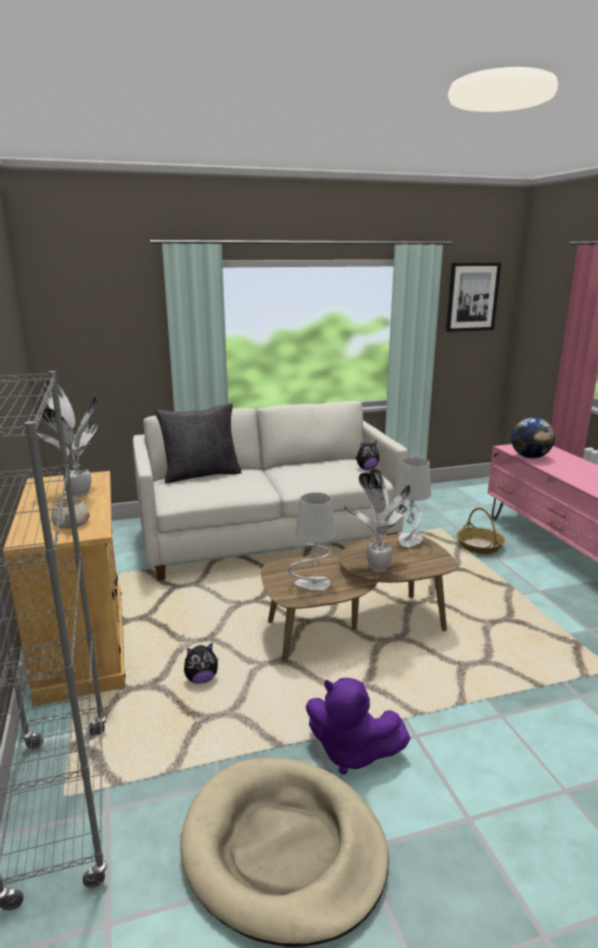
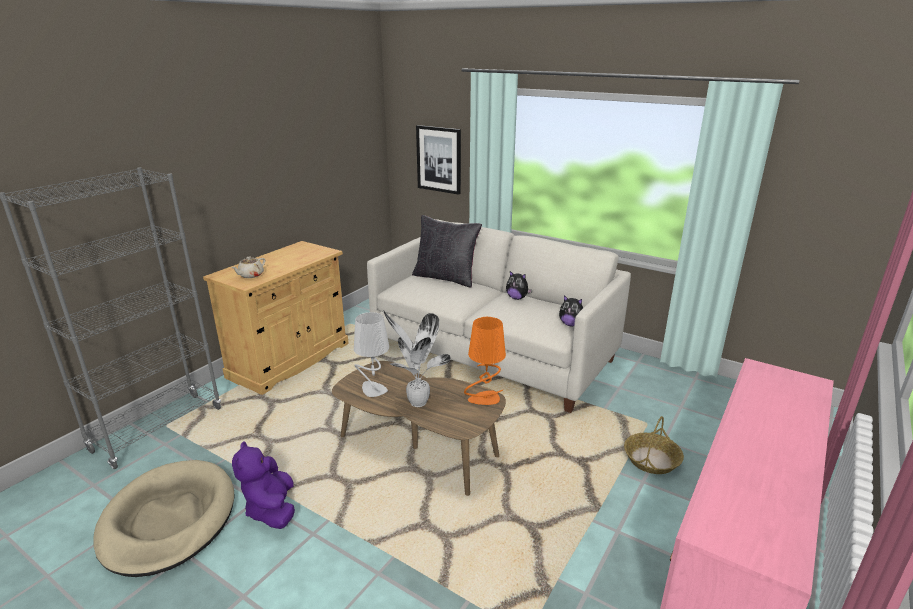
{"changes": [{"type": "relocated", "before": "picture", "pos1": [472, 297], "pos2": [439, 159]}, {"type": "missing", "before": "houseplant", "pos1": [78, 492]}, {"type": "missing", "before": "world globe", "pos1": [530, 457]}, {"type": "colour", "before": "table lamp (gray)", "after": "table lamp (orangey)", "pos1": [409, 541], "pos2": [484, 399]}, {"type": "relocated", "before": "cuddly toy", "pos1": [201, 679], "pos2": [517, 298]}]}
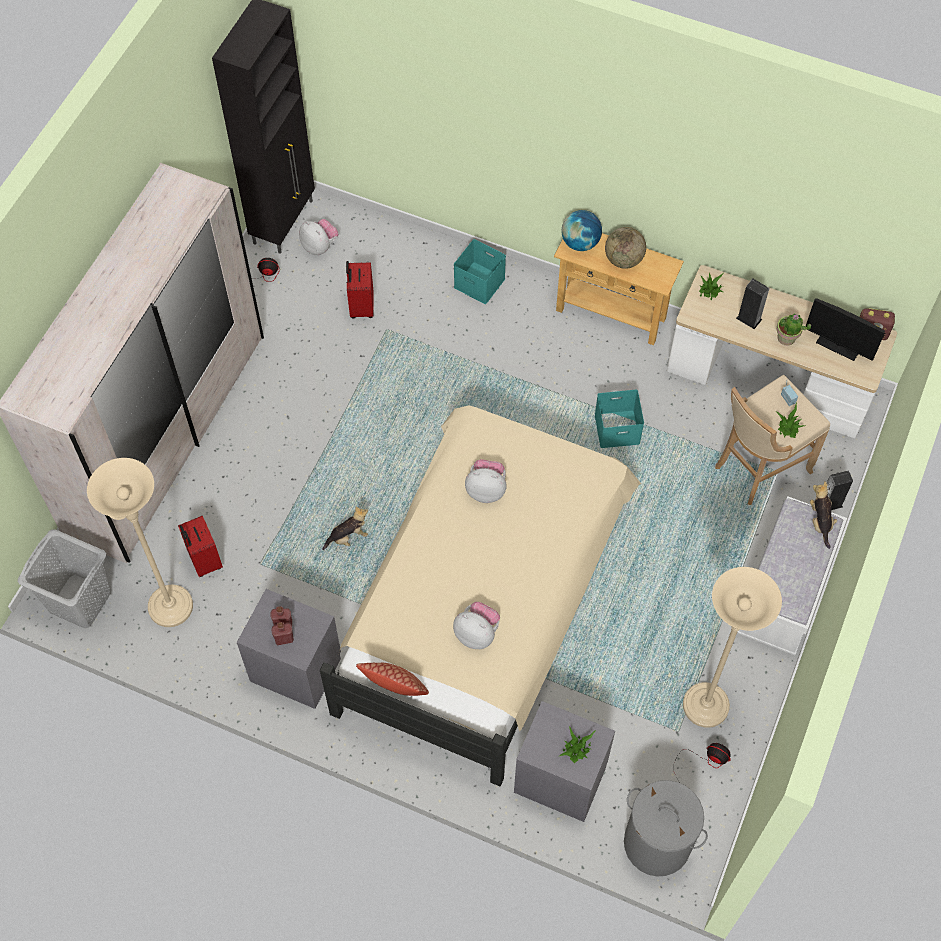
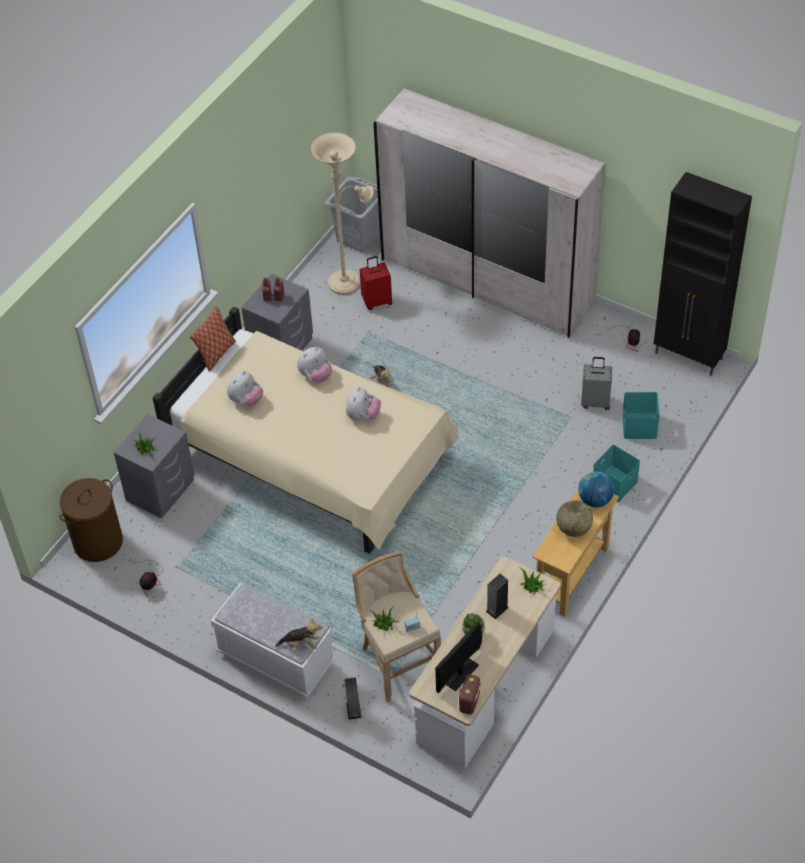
{"changes": [{"type": "relocated", "before": "cuddly toy", "pos1": [319, 246], "pos2": [315, 375]}, {"type": "colour", "before": "piece of luggage (reddish)", "after": "piece of luggage (gray)", "pos1": [361, 307], "pos2": [595, 402]}, {"type": "relocated", "before": "storage bin (turquoise-coloured)", "pos1": [618, 428], "pos2": [640, 426]}, {"type": "missing", "before": "floor lamp (sand-coloured)", "pos1": [705, 699]}, {"type": "colour", "before": "washing basket (gray)", "after": "washing basket (brownish)", "pos1": [656, 843], "pos2": [98, 542]}]}
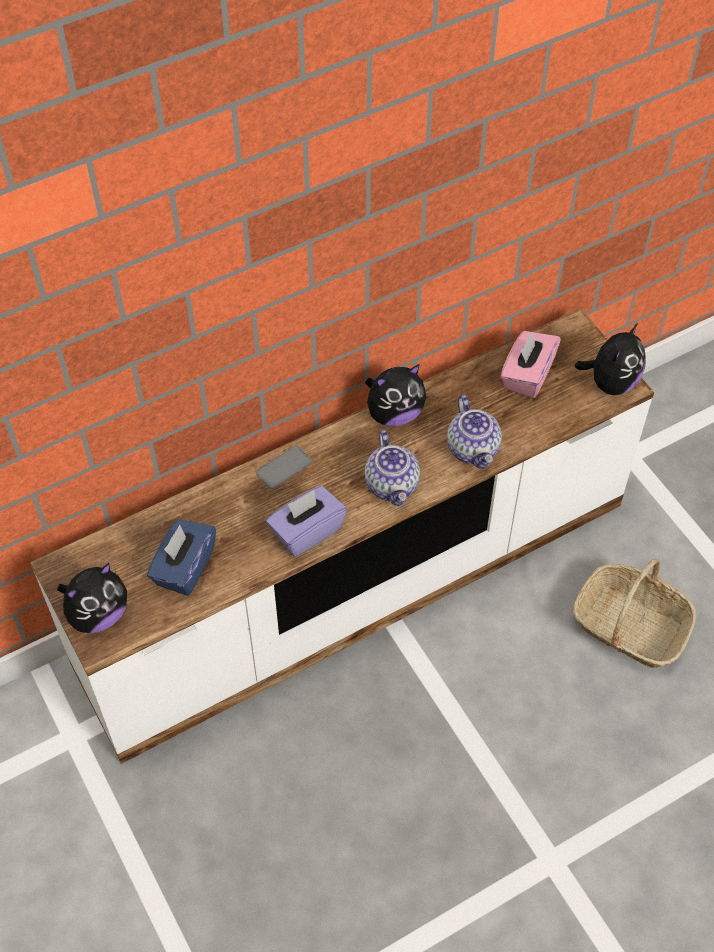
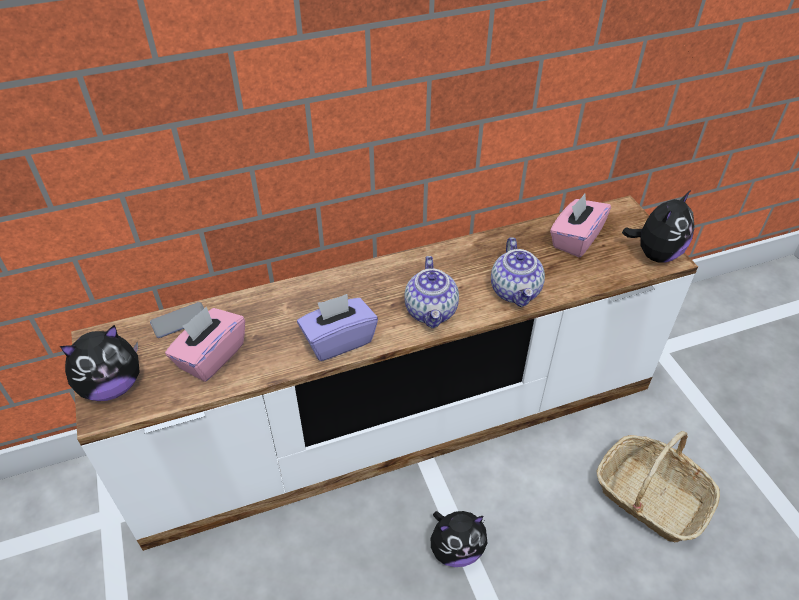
{"changes": [{"type": "relocated", "before": "cuddly toy", "pos1": [394, 414], "pos2": [456, 549]}, {"type": "relocated", "before": "handset", "pos1": [284, 468], "pos2": [180, 321]}, {"type": "colour", "before": "tissue box (blue)", "after": "tissue box (pink)", "pos1": [184, 568], "pos2": [211, 356]}]}
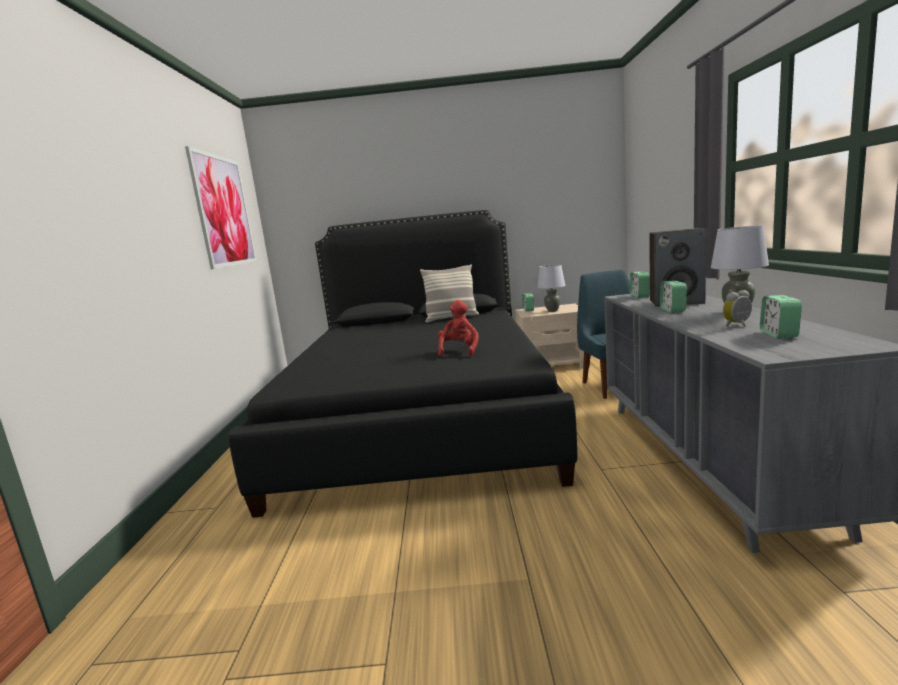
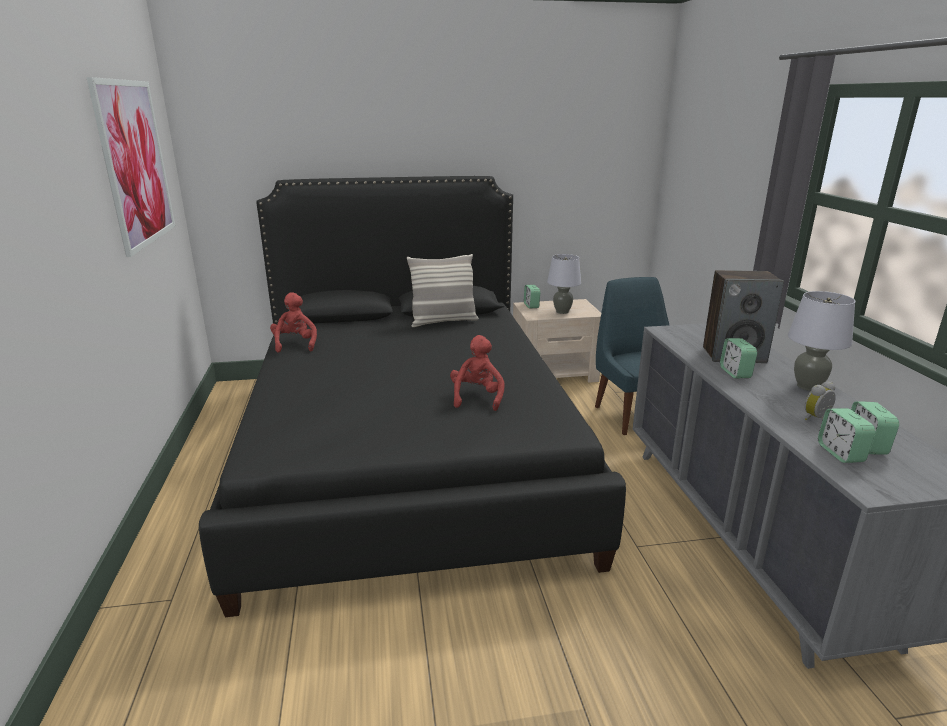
{"changes": [{"type": "relocated", "before": "bedside clock", "pos1": [640, 295], "pos2": [840, 453]}, {"type": "appeared", "after": "cuddly toy (reddish)", "pos2": [295, 344]}]}
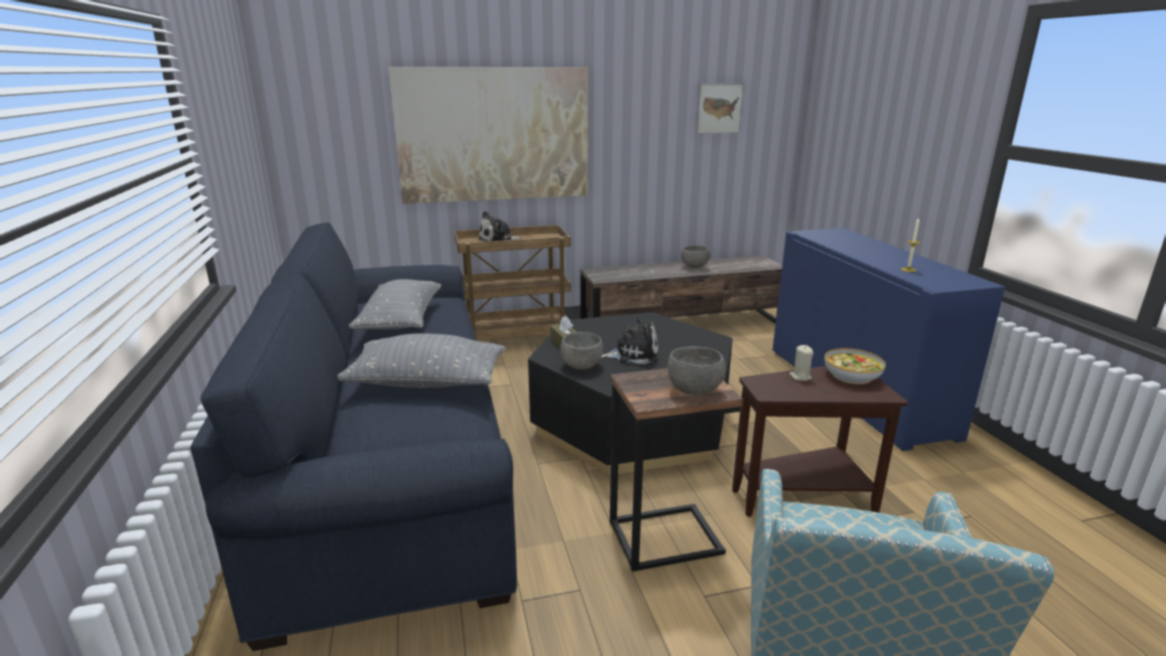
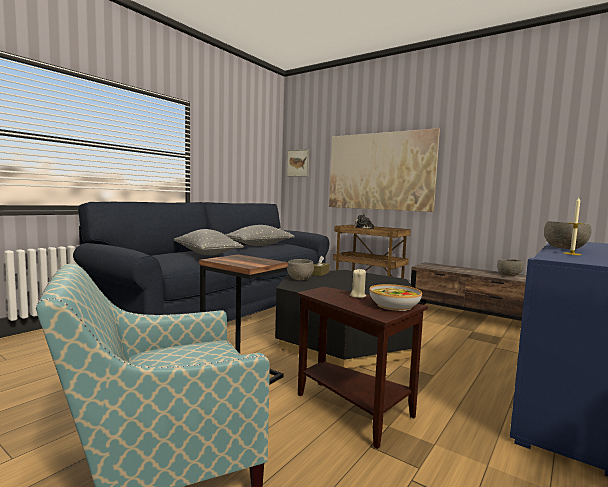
{"changes": [{"type": "relocated", "before": "picture", "pos1": [719, 108], "pos2": [298, 163]}, {"type": "missing", "before": "cuddly toy", "pos1": [633, 354]}, {"type": "relocated", "before": "deep dish (gray)", "pos1": [695, 390], "pos2": [565, 249]}]}
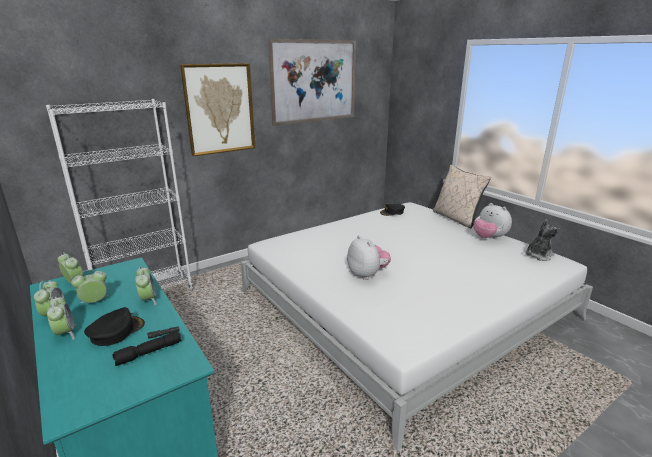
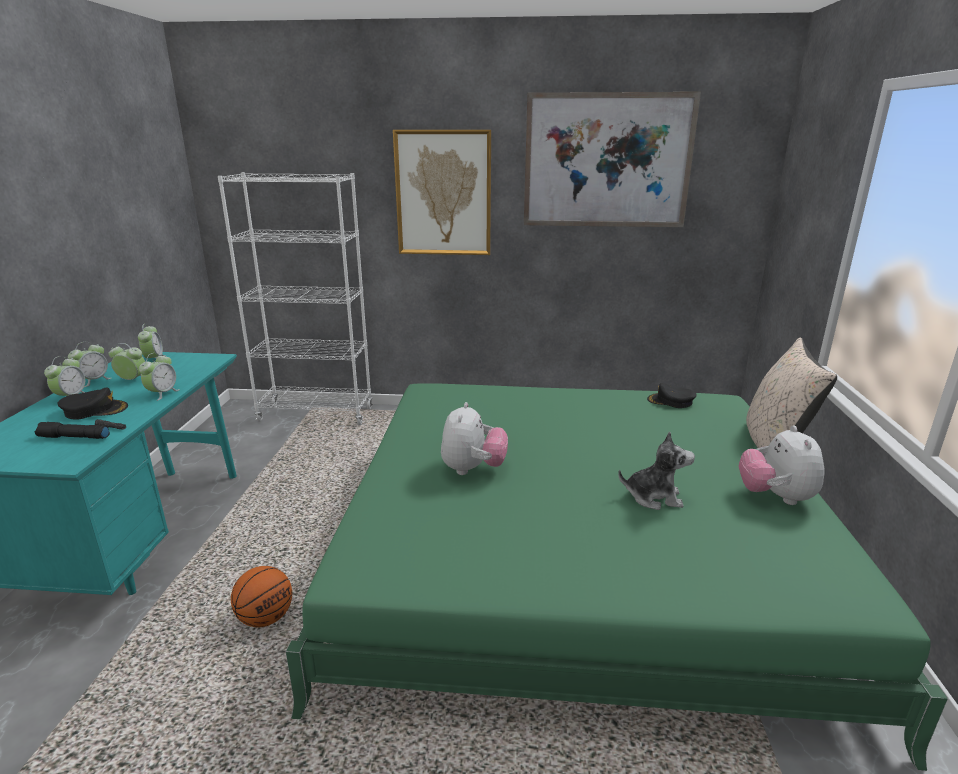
{"changes": [{"type": "colour", "before": "bedroom bed (whitish)", "after": "bedroom bed (greenish)", "pos1": [403, 304], "pos2": [576, 552]}, {"type": "relocated", "before": "cuddly toy", "pos1": [538, 255], "pos2": [654, 497]}, {"type": "appeared", "after": "basketball ball", "pos2": [265, 618]}]}
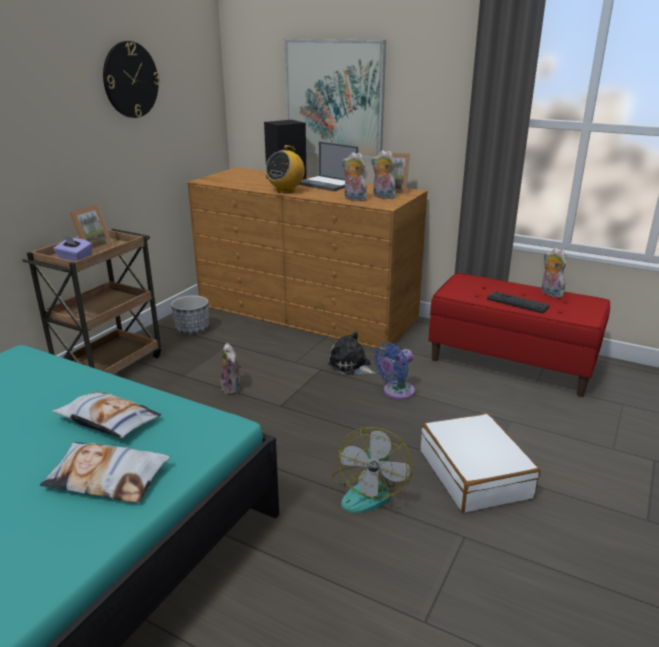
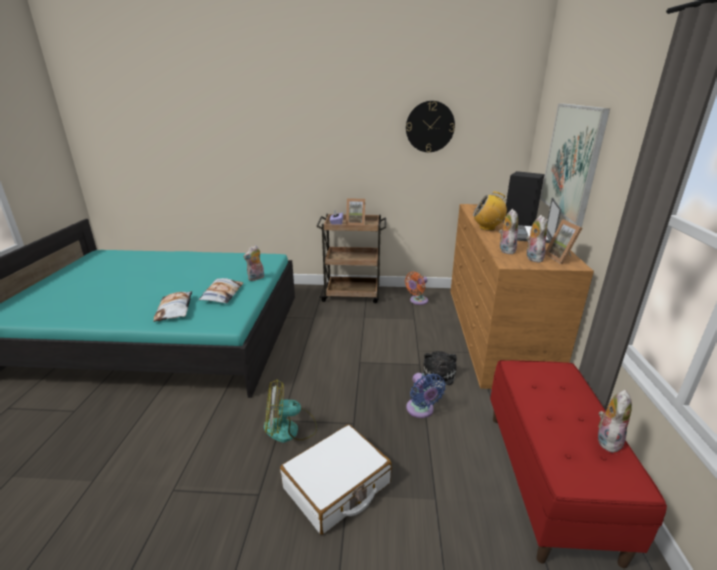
{"changes": [{"type": "missing", "before": "computer keyboard", "pos1": [517, 303]}, {"type": "exchanged", "before": "flower pot", "after": "electric fan (orangey)", "pos1": [192, 330], "pos2": [417, 301]}, {"type": "spun", "before": "electric fan (blue)", "pos1": [396, 392], "pos2": [421, 410], "turn": -135}, {"type": "relocated", "before": "cuddly toy", "pos1": [232, 388], "pos2": [256, 278]}]}
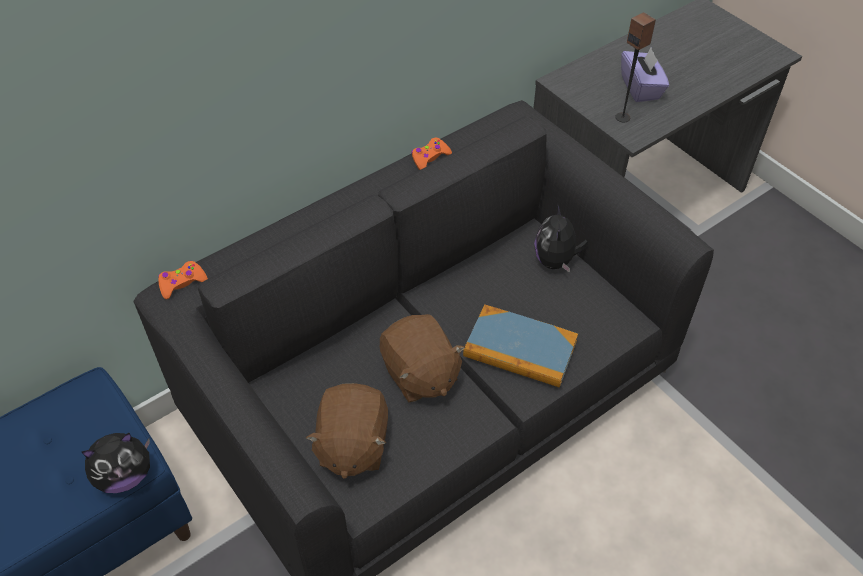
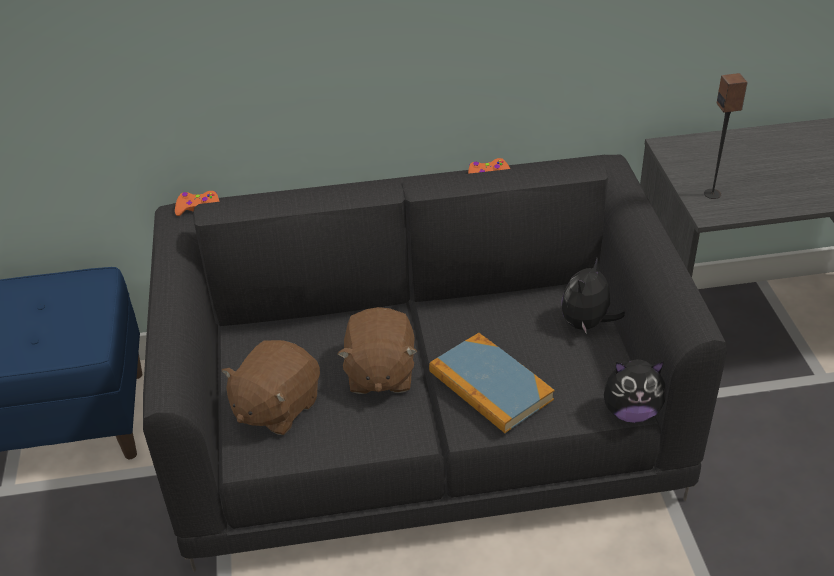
{"changes": [{"type": "missing", "before": "tissue box (purple)", "pos1": [641, 88]}, {"type": "relocated", "before": "cuddly toy", "pos1": [125, 476], "pos2": [631, 412]}]}
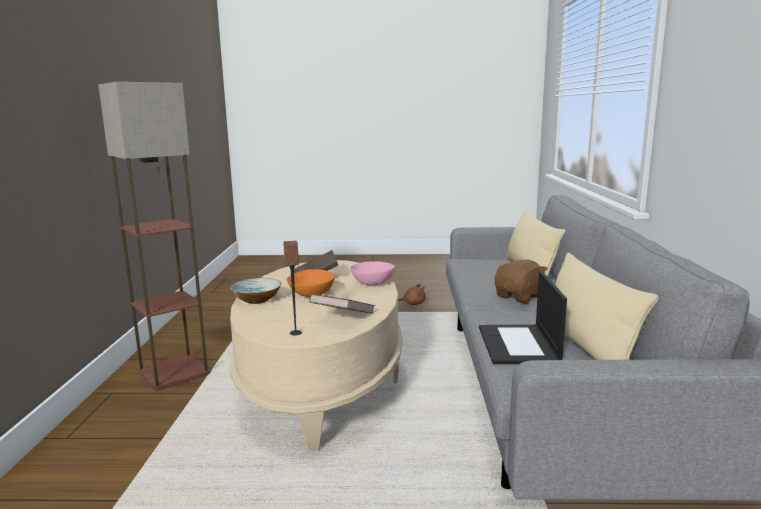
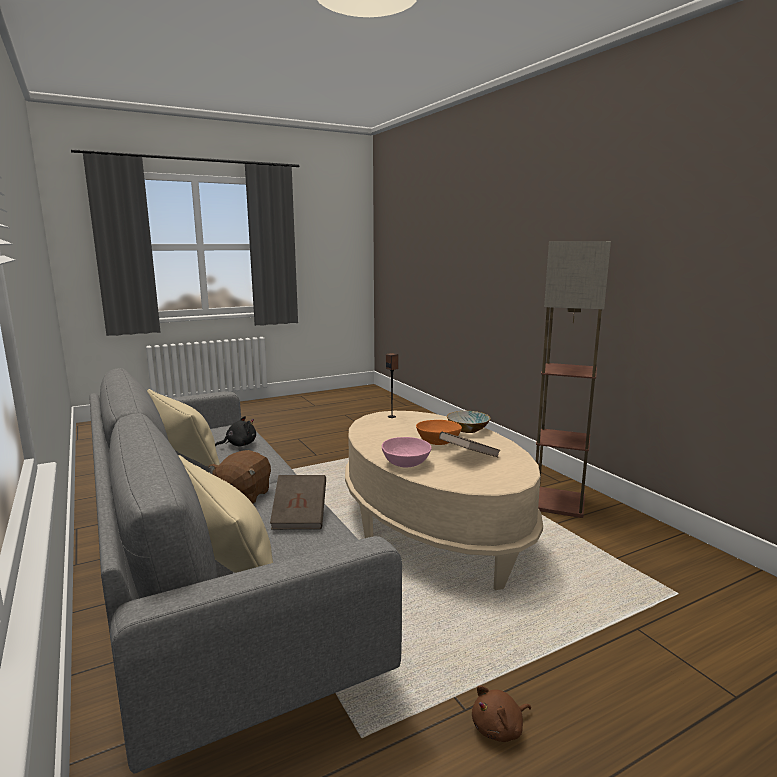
{"changes": [{"type": "exchanged", "before": "notebook computer", "after": "cuddly toy (black)", "pos1": [519, 345], "pos2": [239, 445]}, {"type": "relocated", "before": "bound book (brownish)", "pos1": [343, 318], "pos2": [300, 516]}]}
